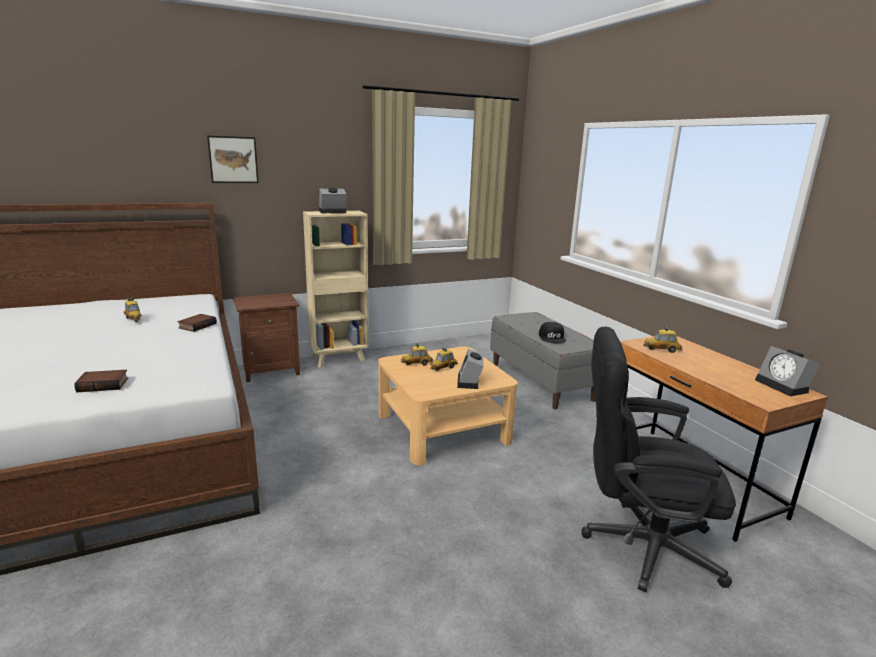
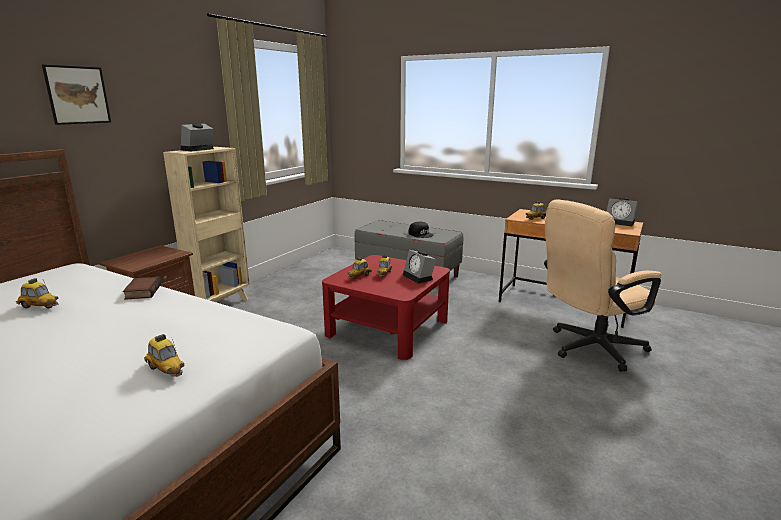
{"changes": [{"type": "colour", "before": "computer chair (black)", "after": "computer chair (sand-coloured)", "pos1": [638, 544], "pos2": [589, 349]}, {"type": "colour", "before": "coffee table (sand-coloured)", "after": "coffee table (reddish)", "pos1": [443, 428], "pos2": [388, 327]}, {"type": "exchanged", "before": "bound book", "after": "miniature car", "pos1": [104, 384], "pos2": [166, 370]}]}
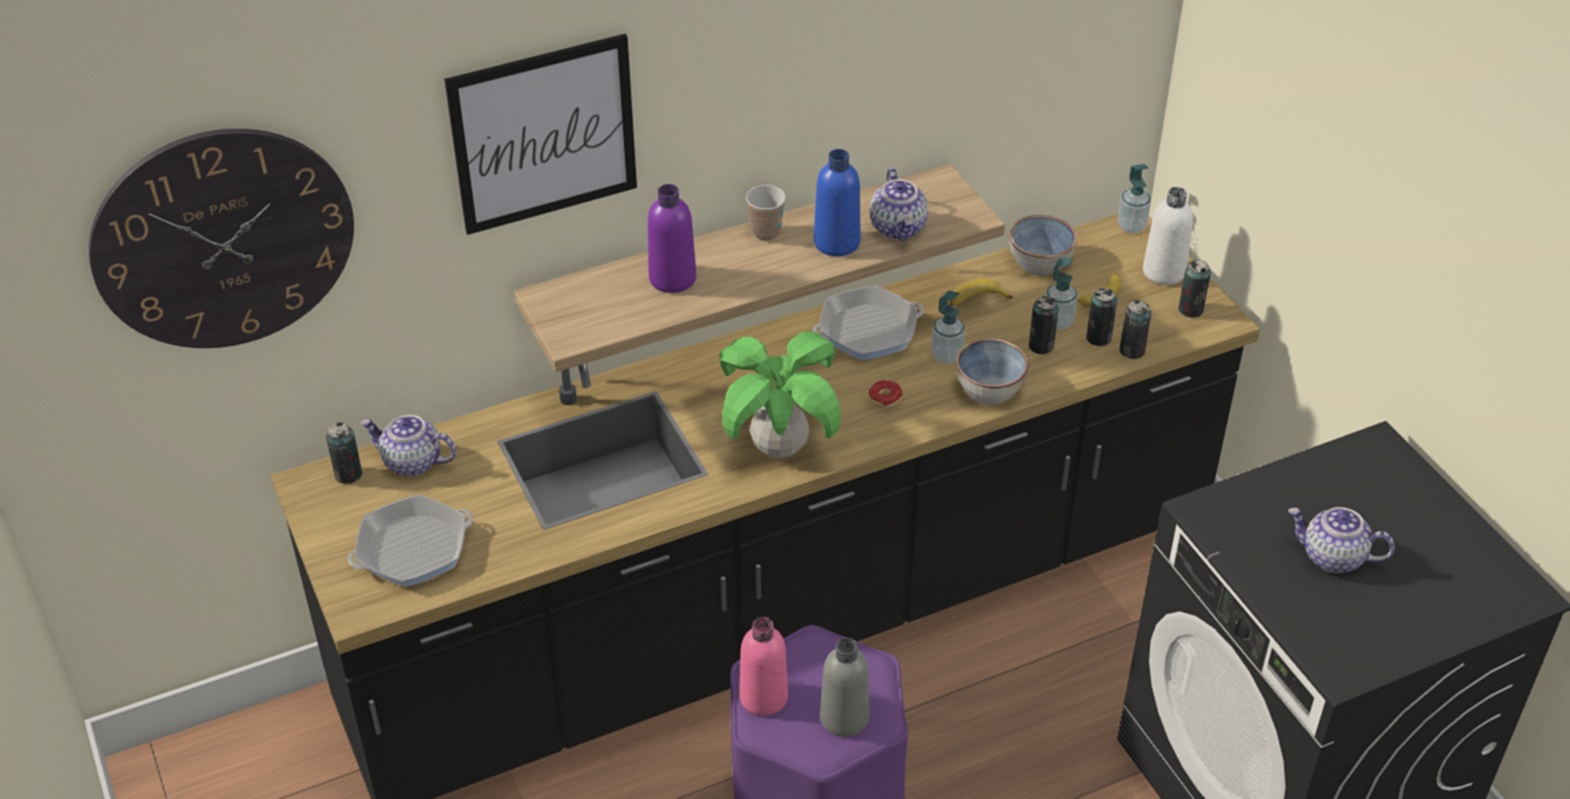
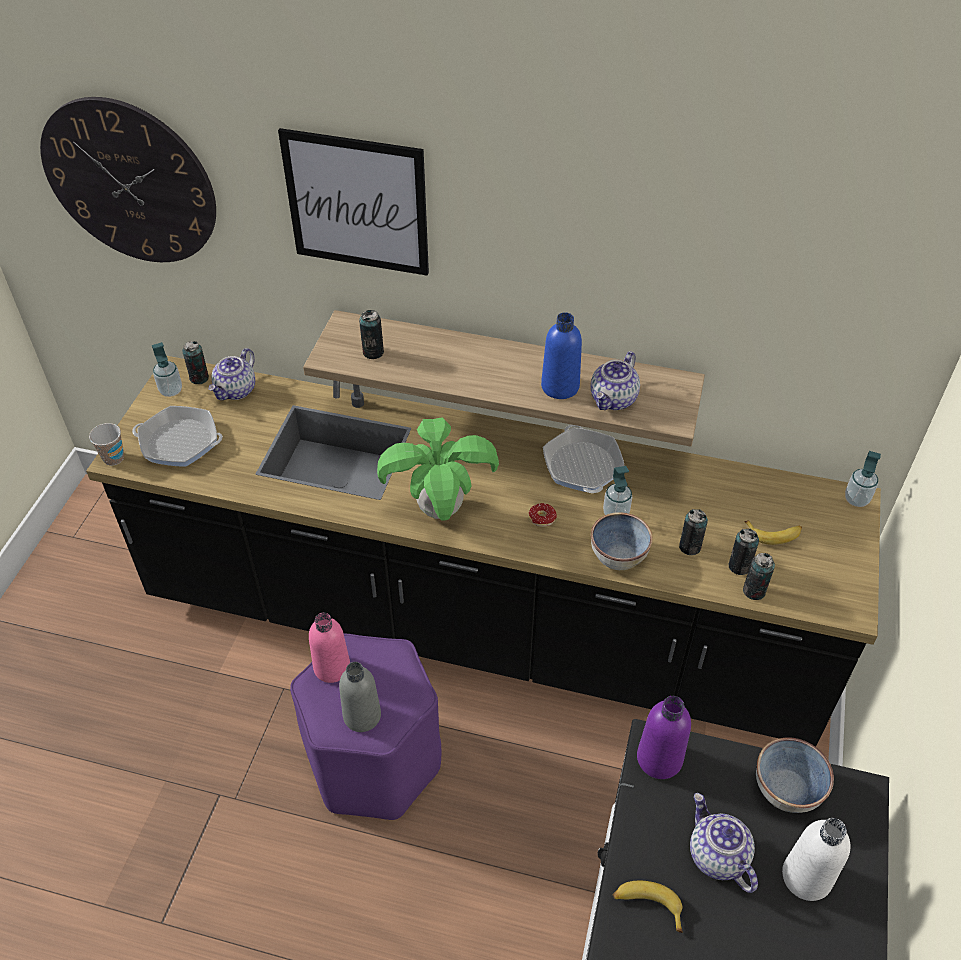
{"changes": [{"type": "relocated", "before": "beverage bottle (purple)", "pos1": [672, 278], "pos2": [659, 759]}, {"type": "relocated", "before": "cup", "pos1": [766, 233], "pos2": [113, 458]}, {"type": "relocated", "before": "beverage bottle (whitish)", "pos1": [1163, 272], "pos2": [806, 877]}, {"type": "relocated", "before": "deep dish", "pos1": [1039, 263], "pos2": [786, 789]}, {"type": "relocated", "before": "soap bottle", "pos1": [1058, 322], "pos2": [171, 390]}, {"type": "relocated", "before": "sealed can", "pos1": [1190, 309], "pos2": [373, 352]}, {"type": "relocated", "before": "whole banana", "pos1": [976, 300], "pos2": [647, 906]}, {"type": "spun", "before": "skillet", "pos1": [867, 331], "pos2": [582, 466], "turn": 60}, {"type": "spun", "before": "pot for tea", "pos1": [411, 462], "pos2": [236, 390], "turn": -120}]}
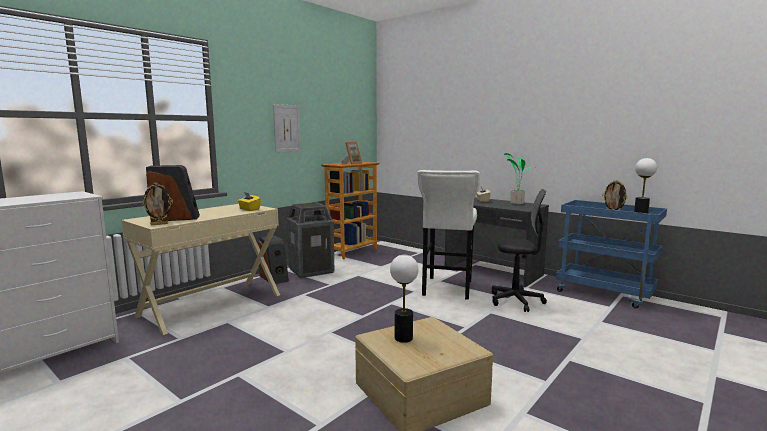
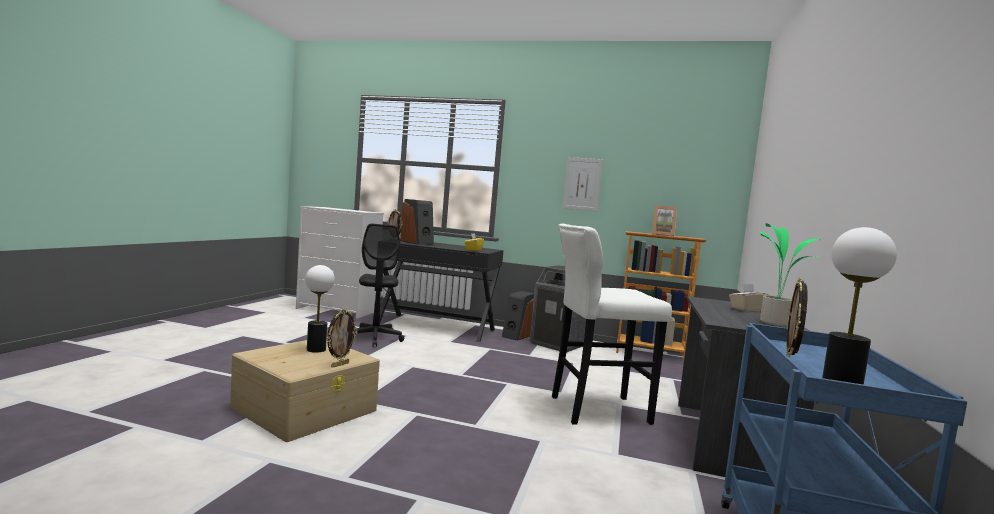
{"changes": [{"type": "relocated", "before": "computer chair (black)", "pos1": [516, 301], "pos2": [375, 338]}, {"type": "colour", "before": "desk table (sand-coloured)", "after": "desk table (black)", "pos1": [211, 304], "pos2": [436, 327]}, {"type": "appeared", "after": "standing frame", "pos2": [339, 365]}]}
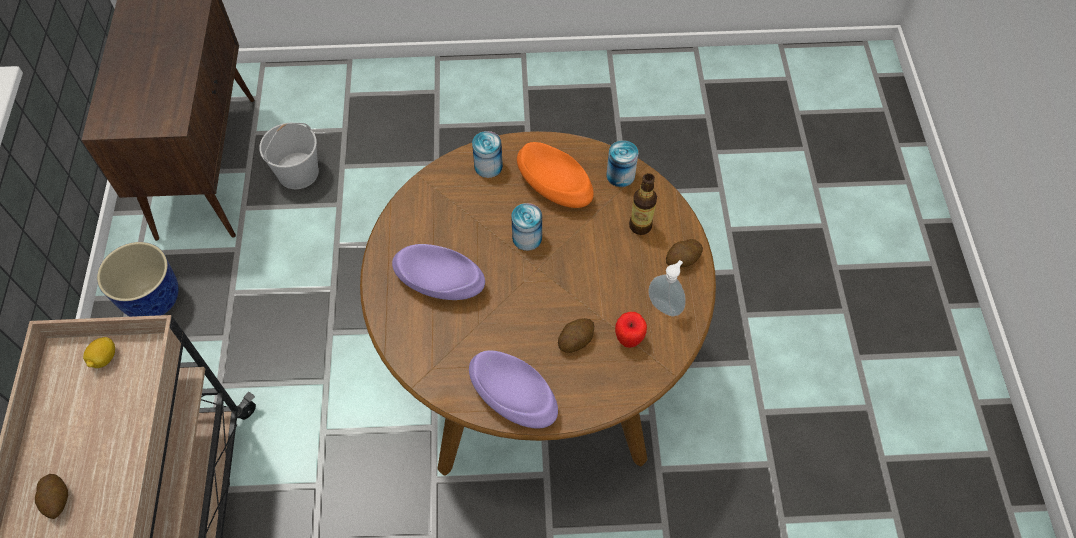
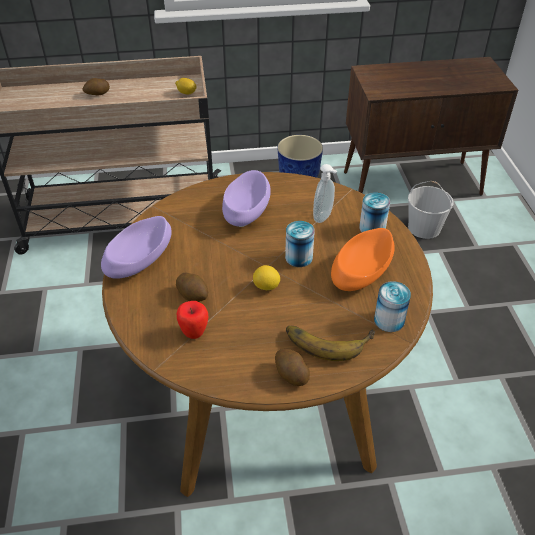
{"changes": [{"type": "exchanged", "before": "beverage bottle", "after": "whole banana", "pos1": [640, 226], "pos2": [328, 338]}, {"type": "relocated", "before": "soap bottle", "pos1": [665, 306], "pos2": [324, 217]}, {"type": "appeared", "after": "lemon", "pos2": [266, 287]}]}
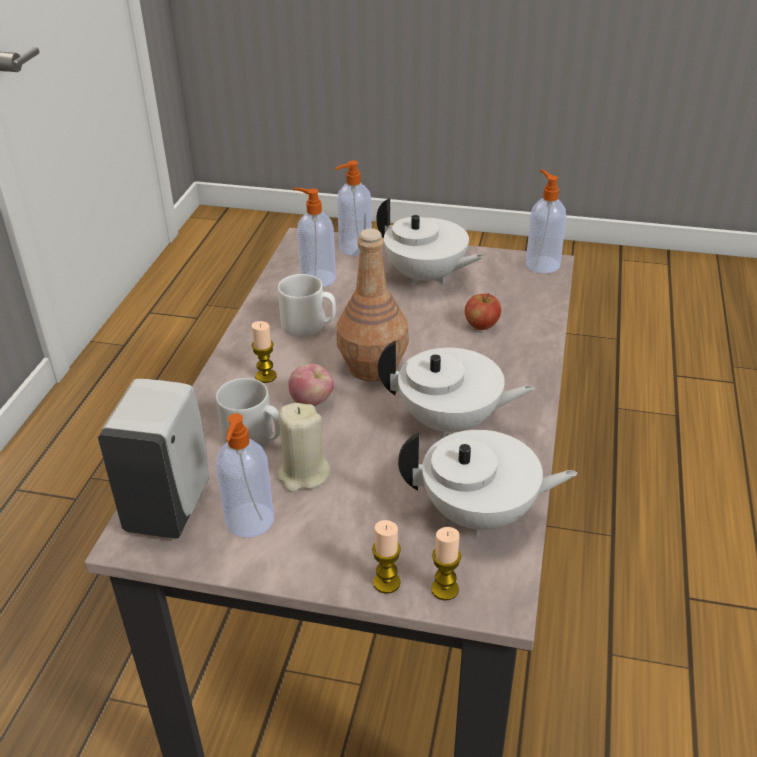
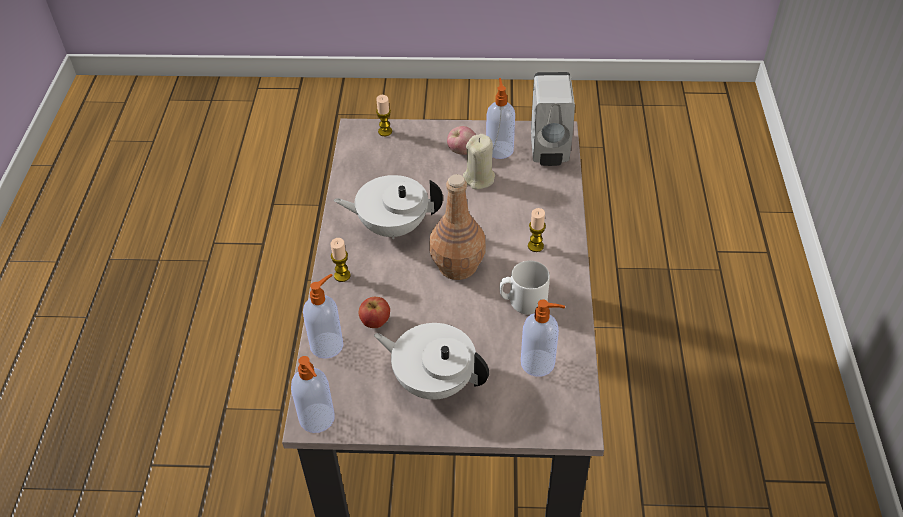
{"changes": [{"type": "relocated", "before": "soap bottle", "pos1": [354, 248], "pos2": [328, 344]}, {"type": "relocated", "before": "apple fruit", "pos1": [312, 402], "pos2": [462, 151]}, {"type": "missing", "before": "coffee mug (gray)", "pos1": [253, 438]}, {"type": "missing", "before": "pot for tea (whitish)", "pos1": [480, 514]}, {"type": "relocated", "before": "wax light", "pos1": [386, 582], "pos2": [342, 275]}]}
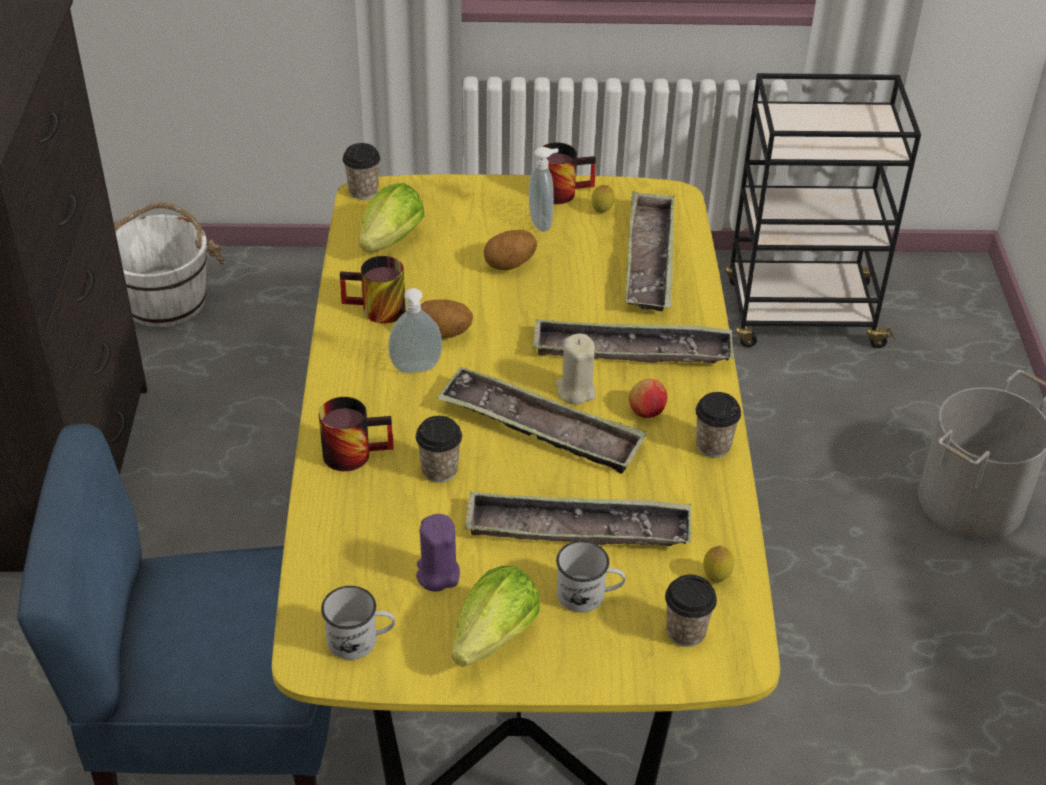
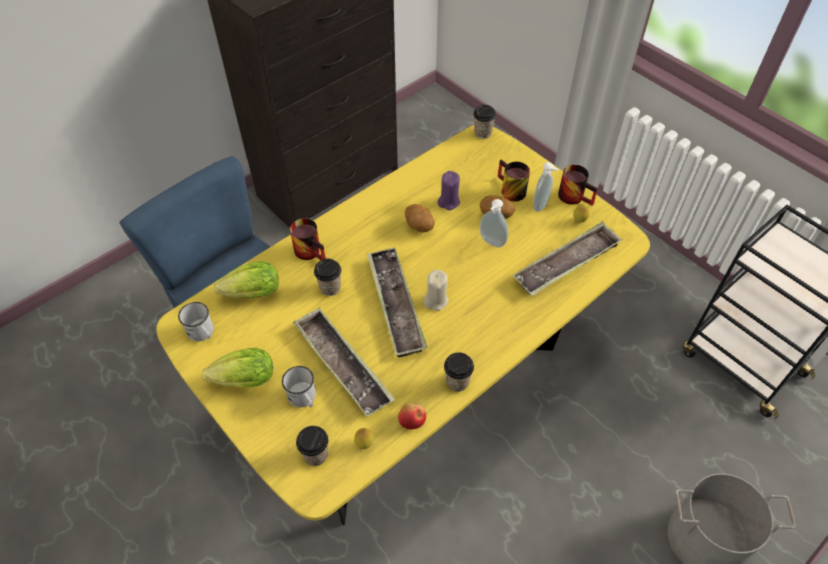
{"changes": [{"type": "relocated", "before": "lettuce head", "pos1": [388, 244], "pos2": [249, 294]}, {"type": "missing", "before": "bucket (whitish)", "pos1": [165, 300]}, {"type": "relocated", "before": "coffee mug", "pos1": [375, 311], "pos2": [509, 190]}, {"type": "relocated", "before": "soap bottle", "pos1": [416, 369], "pos2": [491, 243]}, {"type": "missing", "before": "carrying tray", "pos1": [631, 351]}, {"type": "relocated", "before": "apple fruit", "pos1": [646, 410], "pos2": [412, 420]}, {"type": "relocated", "before": "wax light (purple)", "pos1": [437, 574], "pos2": [448, 202]}]}
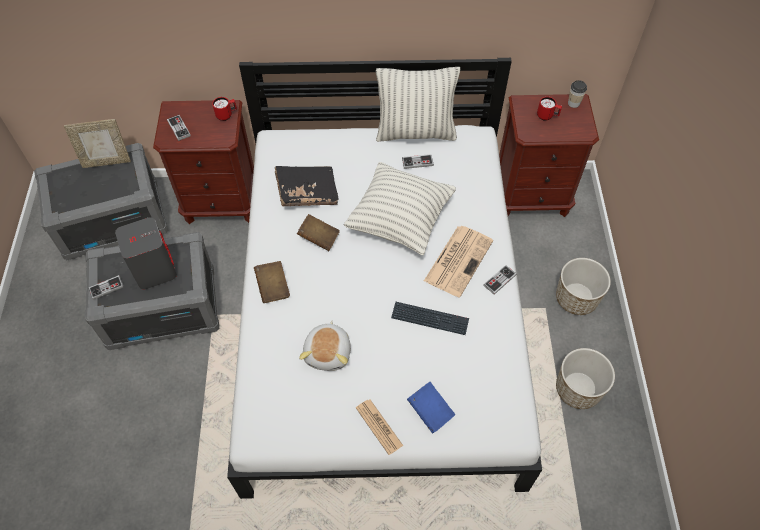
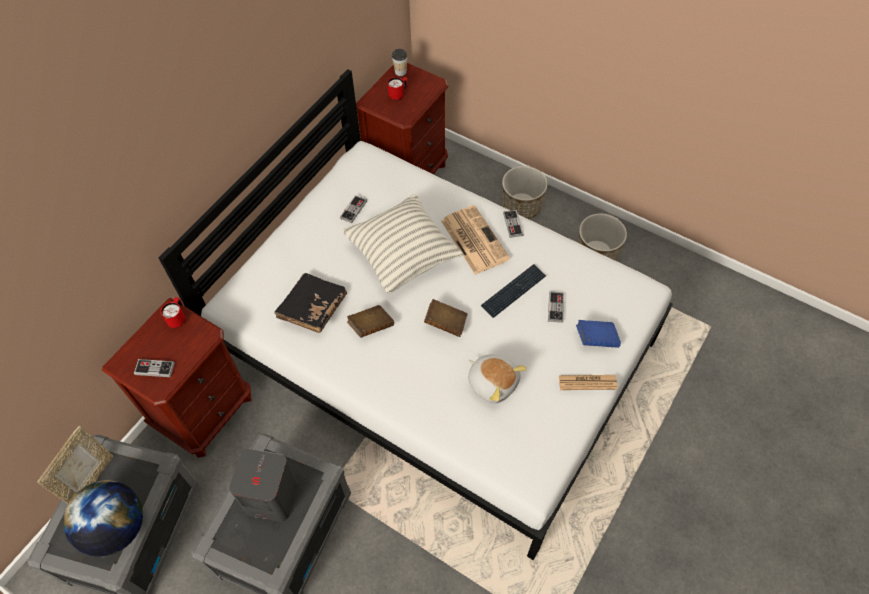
{"changes": [{"type": "missing", "before": "cushion", "pos1": [415, 132]}, {"type": "relocated", "before": "bound book (brownish)", "pos1": [273, 287], "pos2": [445, 323]}, {"type": "relocated", "before": "gamepad", "pos1": [106, 288], "pos2": [555, 307]}, {"type": "appeared", "after": "world globe", "pos2": [116, 528]}]}
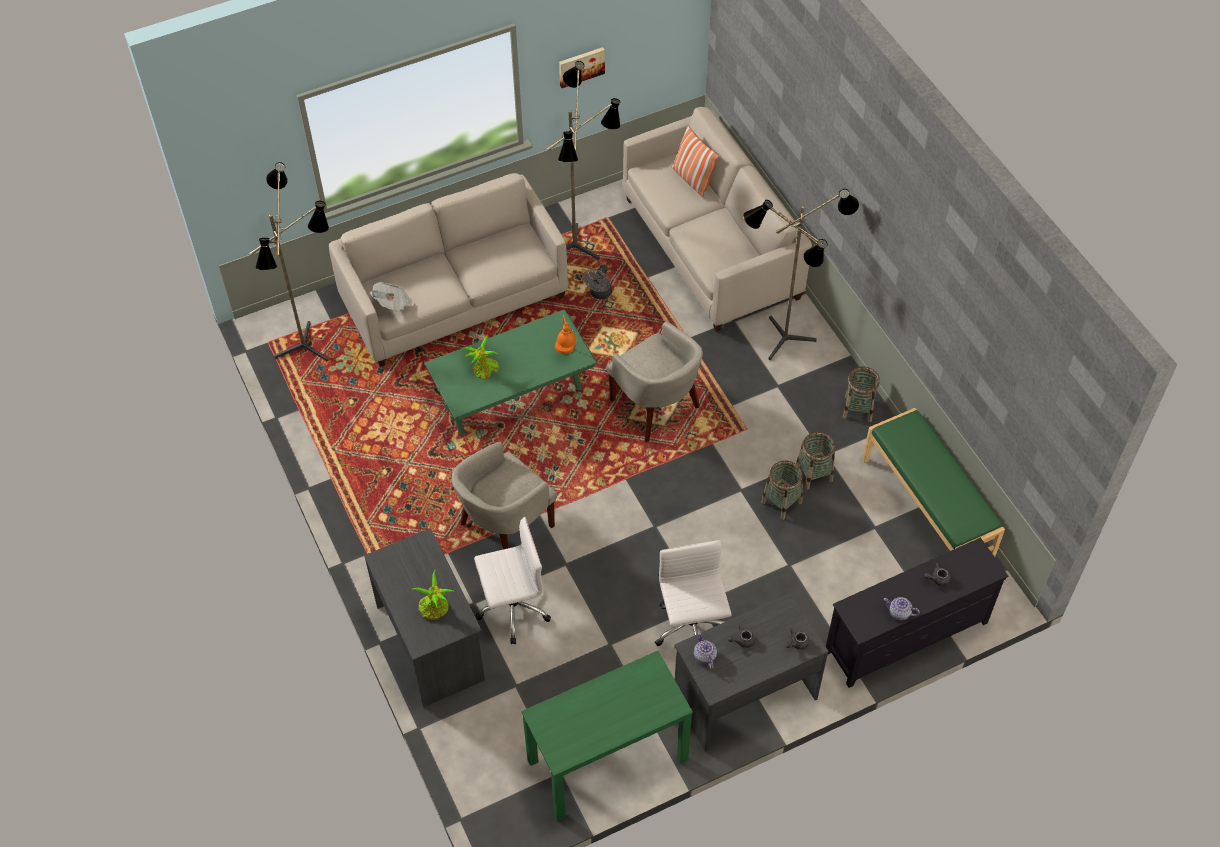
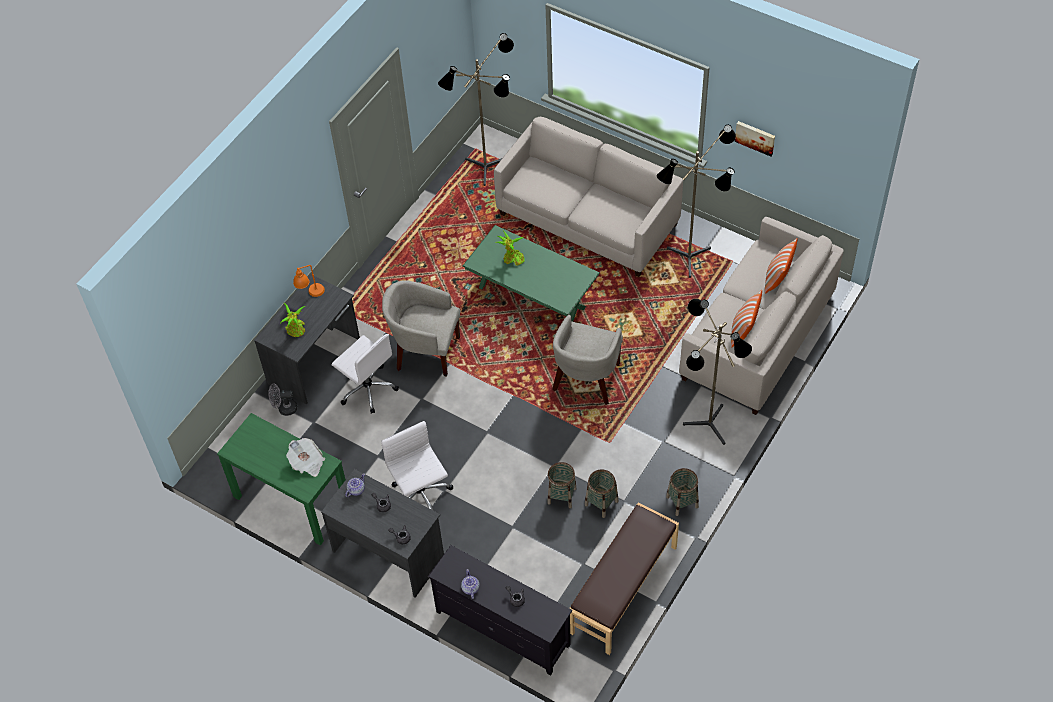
{"changes": [{"type": "relocated", "before": "electric fan (gray)", "pos1": [599, 294], "pos2": [284, 408]}, {"type": "relocated", "before": "printed paper", "pos1": [394, 304], "pos2": [307, 463]}, {"type": "relocated", "before": "table lamp (orangey)", "pos1": [566, 353], "pos2": [310, 294]}, {"type": "colour", "before": "long seat (greenish)", "after": "long seat (brownish)", "pos1": [927, 509], "pos2": [624, 590]}, {"type": "spun", "before": "computer chair (whitish)", "pos1": [692, 628], "pos2": [421, 496], "turn": -75}, {"type": "appeared", "after": "cushion", "pos2": [743, 331]}]}
